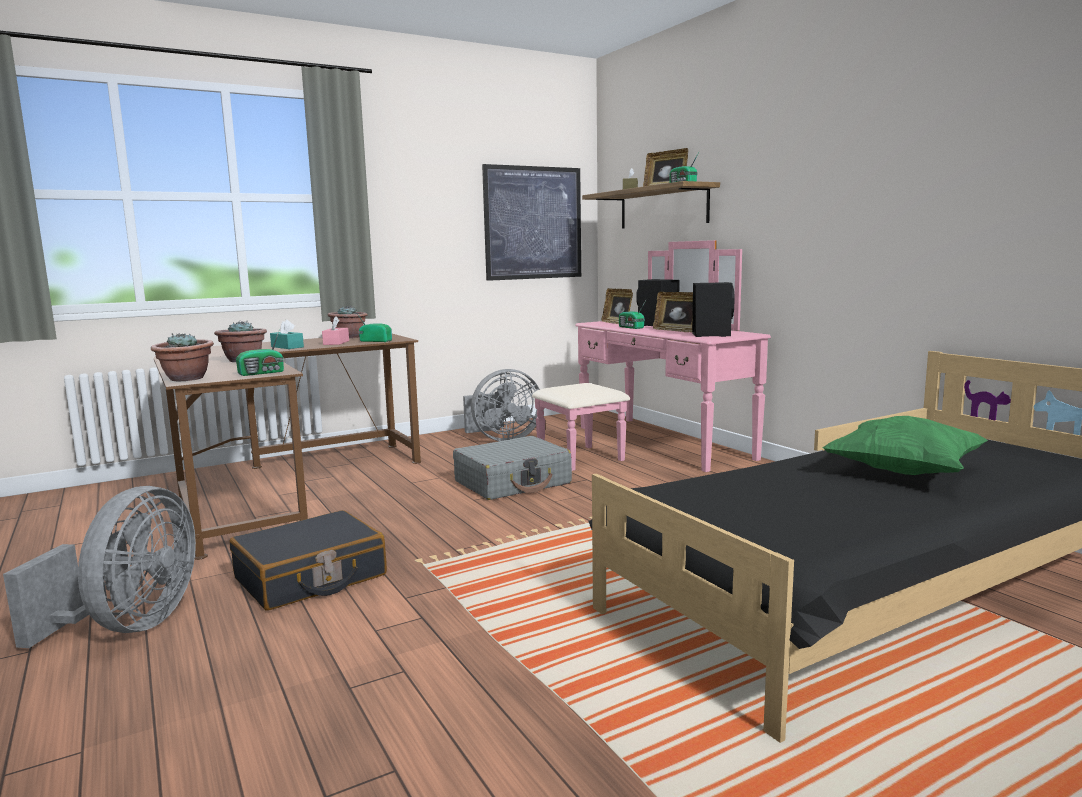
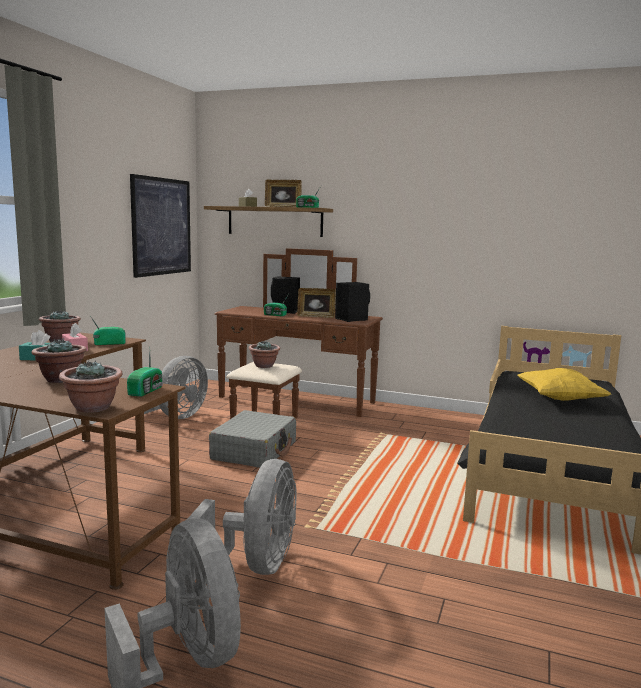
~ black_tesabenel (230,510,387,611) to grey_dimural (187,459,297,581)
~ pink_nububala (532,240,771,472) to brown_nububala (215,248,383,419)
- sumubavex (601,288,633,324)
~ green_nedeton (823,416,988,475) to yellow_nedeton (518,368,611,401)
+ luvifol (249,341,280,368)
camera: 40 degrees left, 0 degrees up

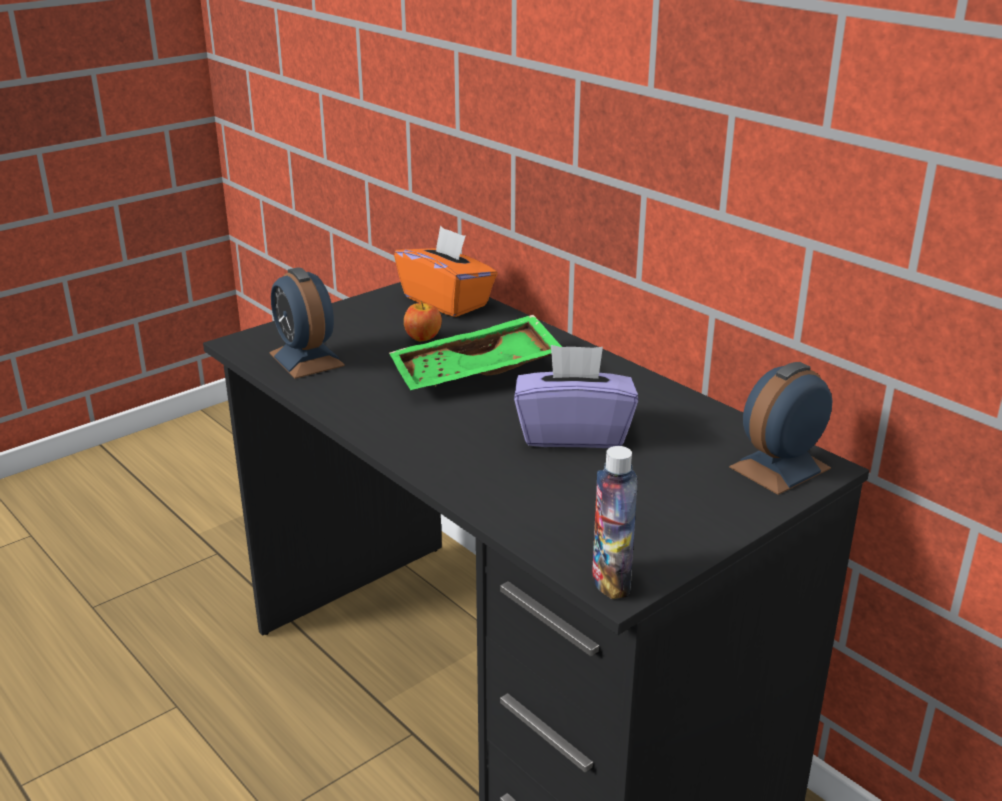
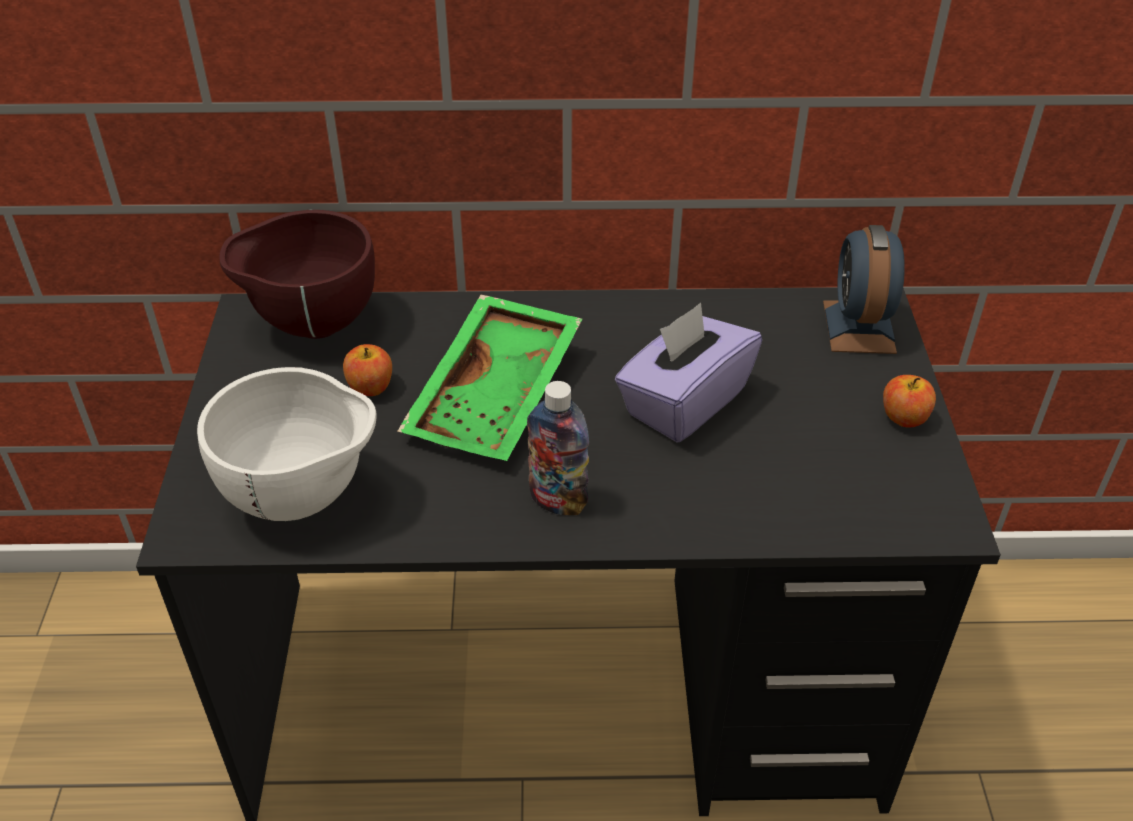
~ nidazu (269,267,345,379) to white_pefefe (197,367,377,521)
~ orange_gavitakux (394,226,497,317) to brown_pefefe (219,210,375,339)
~ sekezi (592,446,638,599) to (527,381,589,515)
+ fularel (883,375,936,428)
camera: 50 degrees left, 15 degrees up

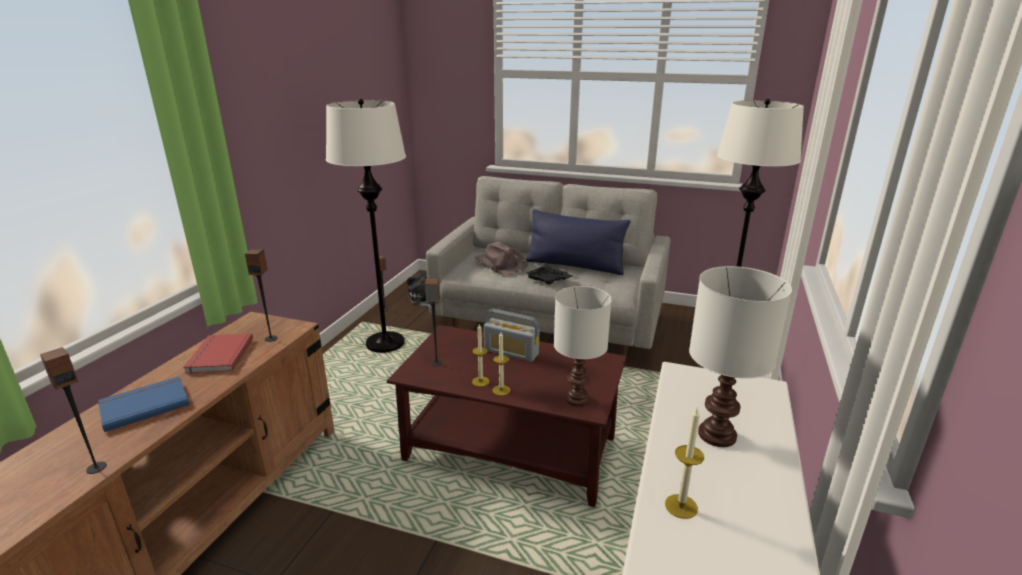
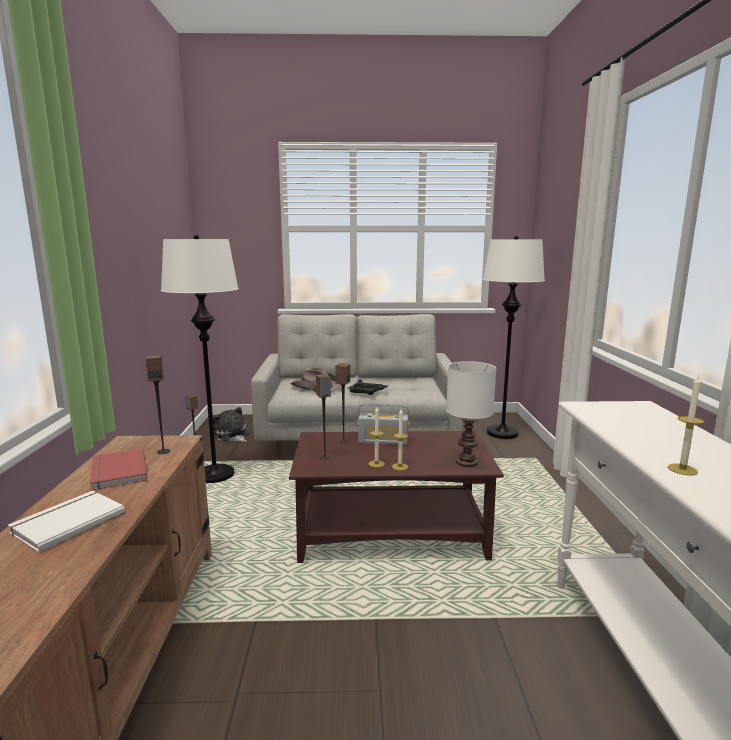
~ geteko (40,347,107,474) to (335,363,350,443)
~ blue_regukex (98,376,189,432) to white_regukex (8,491,125,553)
- blue_nedeton (526,209,631,275)
- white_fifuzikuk (689,266,792,447)
camera: 20 degrees left, 10 degrees down

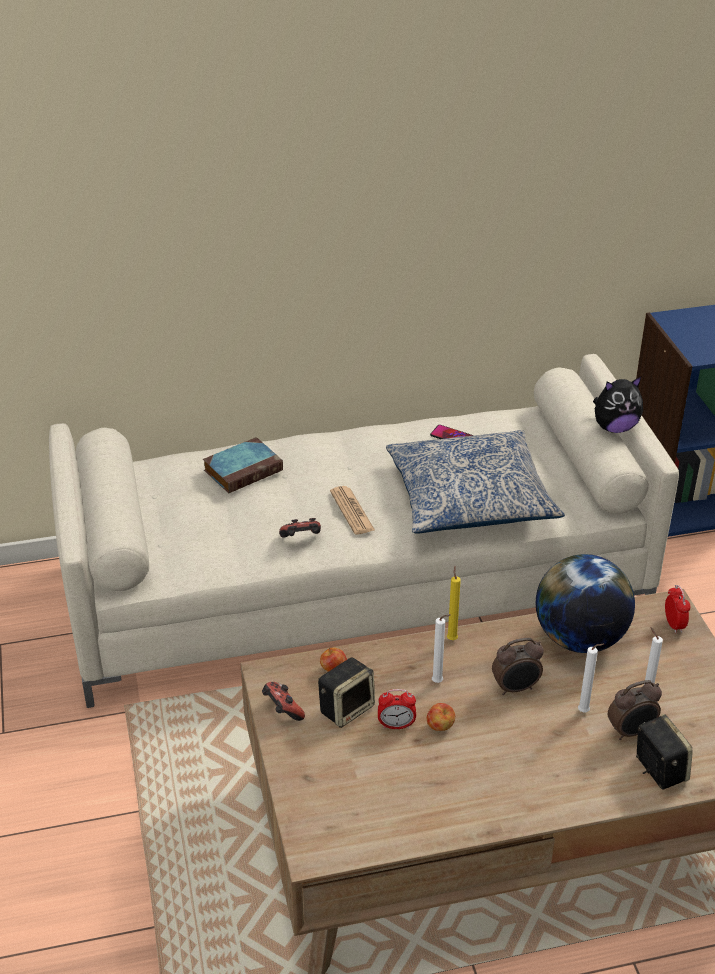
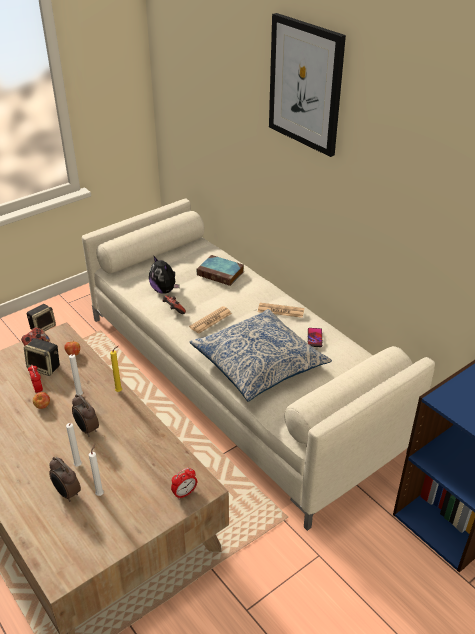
- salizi (536,554,635,653)
~ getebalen (593,377,643,433) to (149,255,180,294)
~ geteko (636,714,693,789) to (27,304,56,332)
+ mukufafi (258,303,304,318)
+ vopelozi (269,13,346,157)
camera: 65 degrees right, 0 degrees up

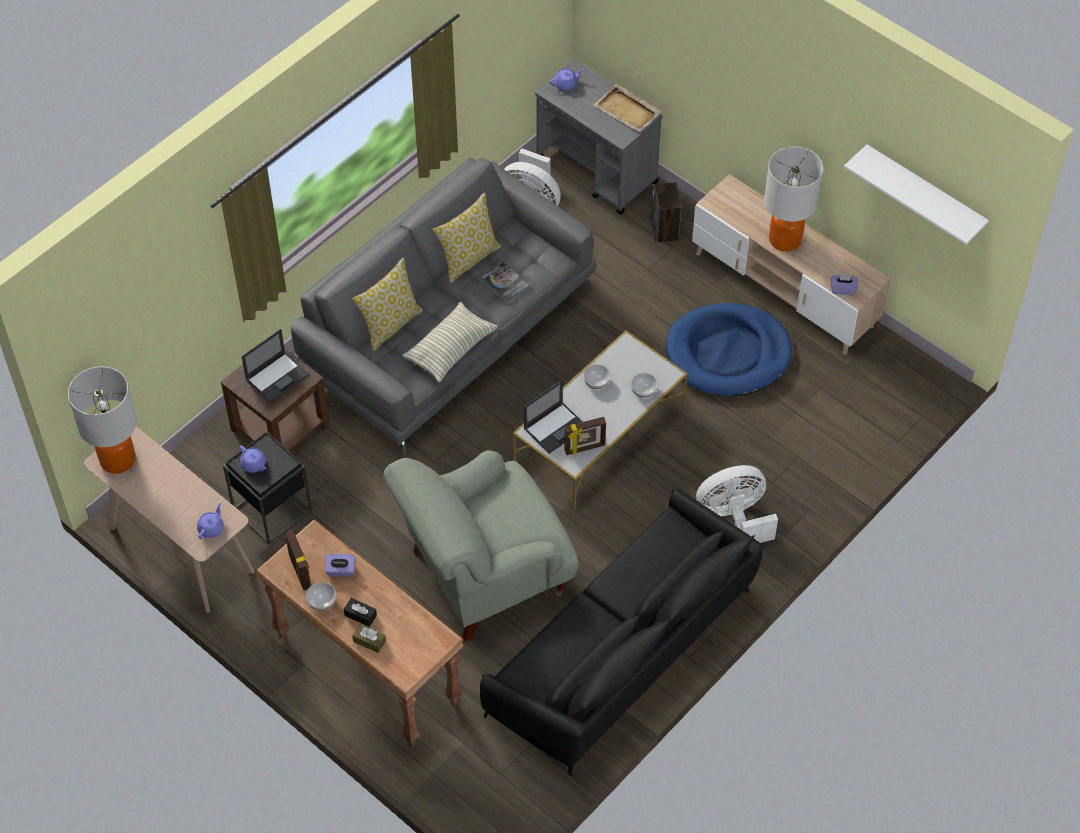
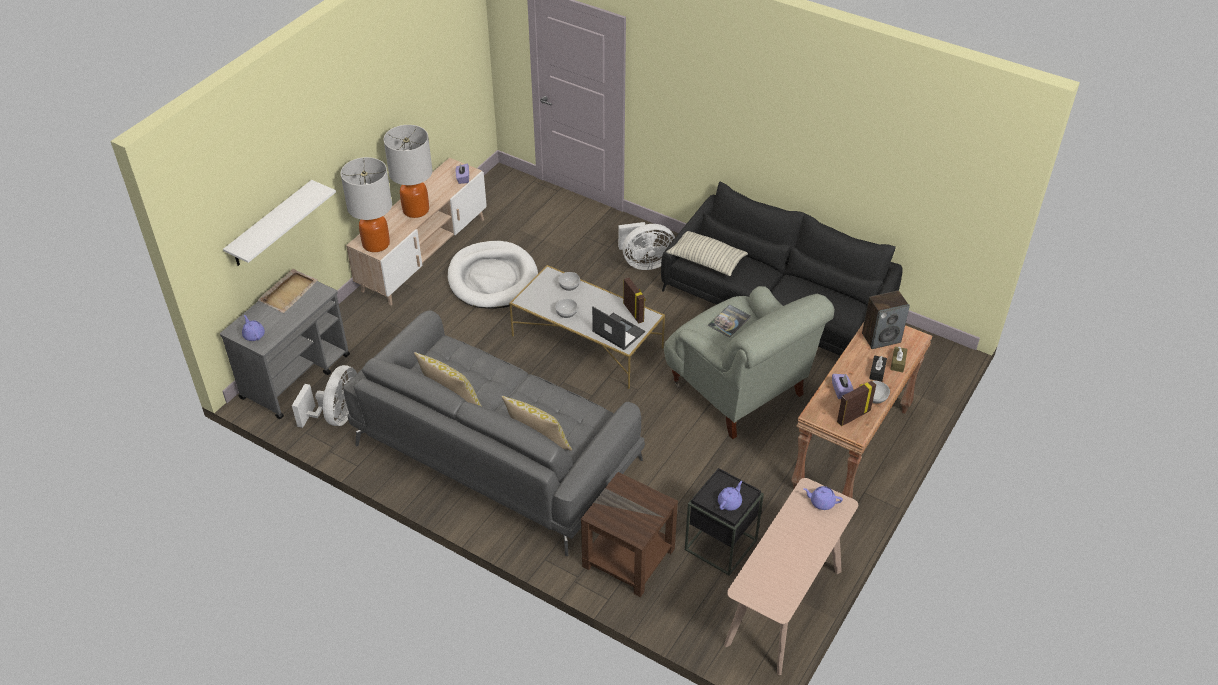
~ fifuzikuk (68,367,137,474) to (340,157,392,252)
- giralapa (241,329,309,403)
~ nedeton (402,302,497,383) to (666,231,748,276)
~ regukex (481,262,531,302) to (708,304,751,337)
~ geteko (651,182,682,243) to (862,290,910,349)
~ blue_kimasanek (666,303,792,396) to white_kimasanek (448,241,538,308)
~ white_dimural (696,465,778,543) = (618,222,675,270) 75 degrees counterclockwise
~ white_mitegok (844,144,989,245) to (223,180,336,266)
camera: 100 degrees left, 10 degrees down

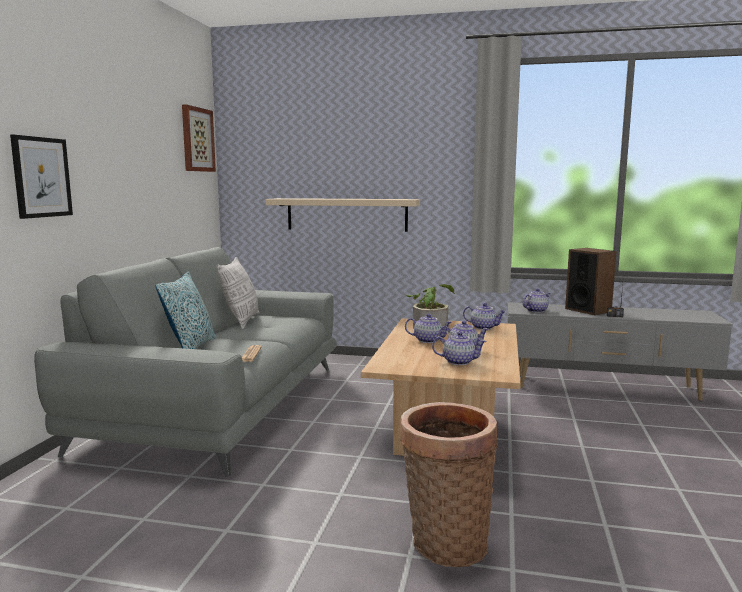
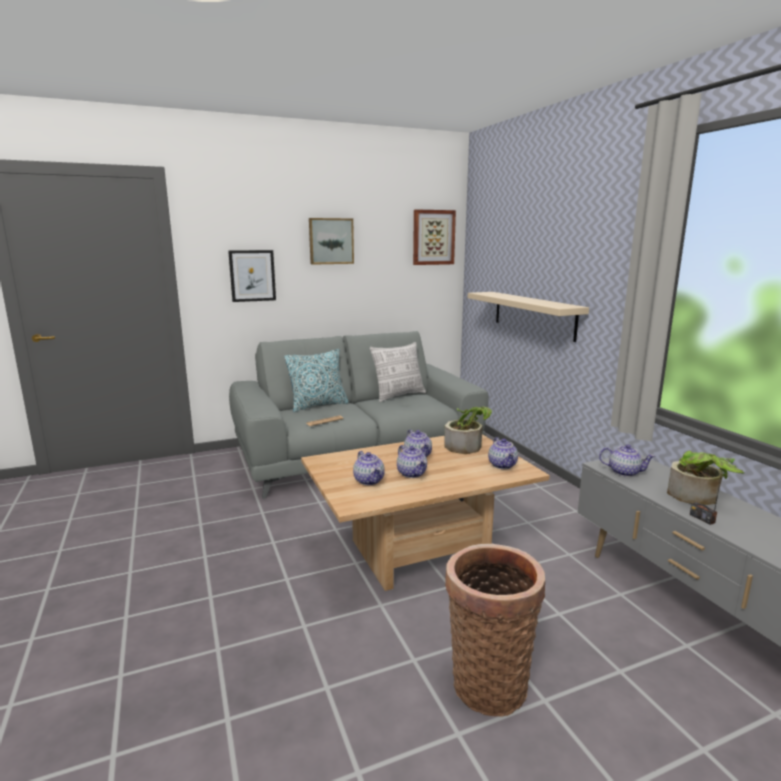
~ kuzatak (400,402,498,567) to (445,544,545,717)
~ geteko (565,248,617,315) to luvifol (667,451,745,505)
+ vopelozi (309,218,354,265)
camera: 55 degrees right, 5 degrees up

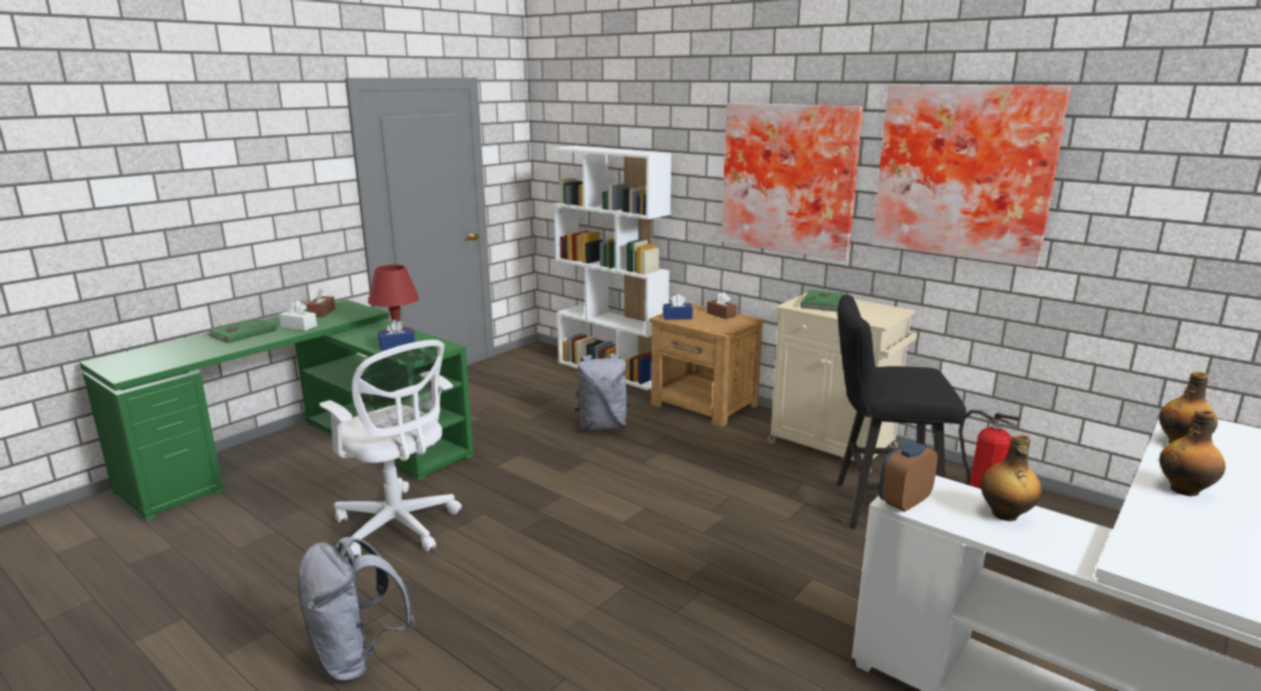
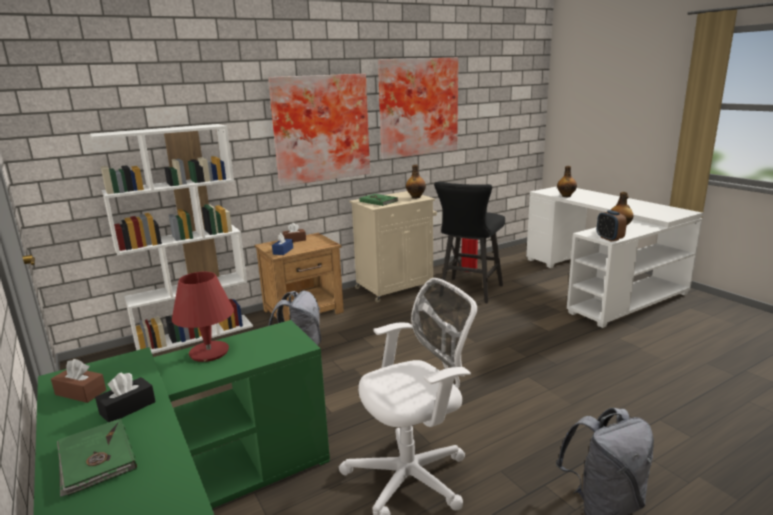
~ white_gavitakux (279,300,317,331) to black_gavitakux (95,373,156,422)
- blue_gavitakux (378,320,415,351)
~ sekezi (1160,409,1225,496) to (406,165,426,198)
camera: 70 degrees left, 0 degrees up

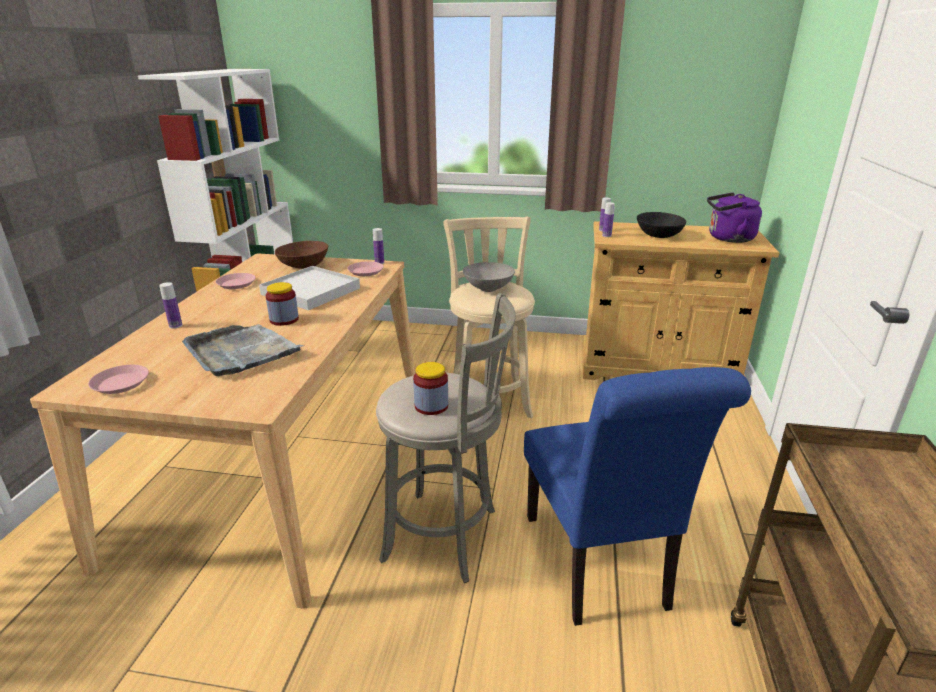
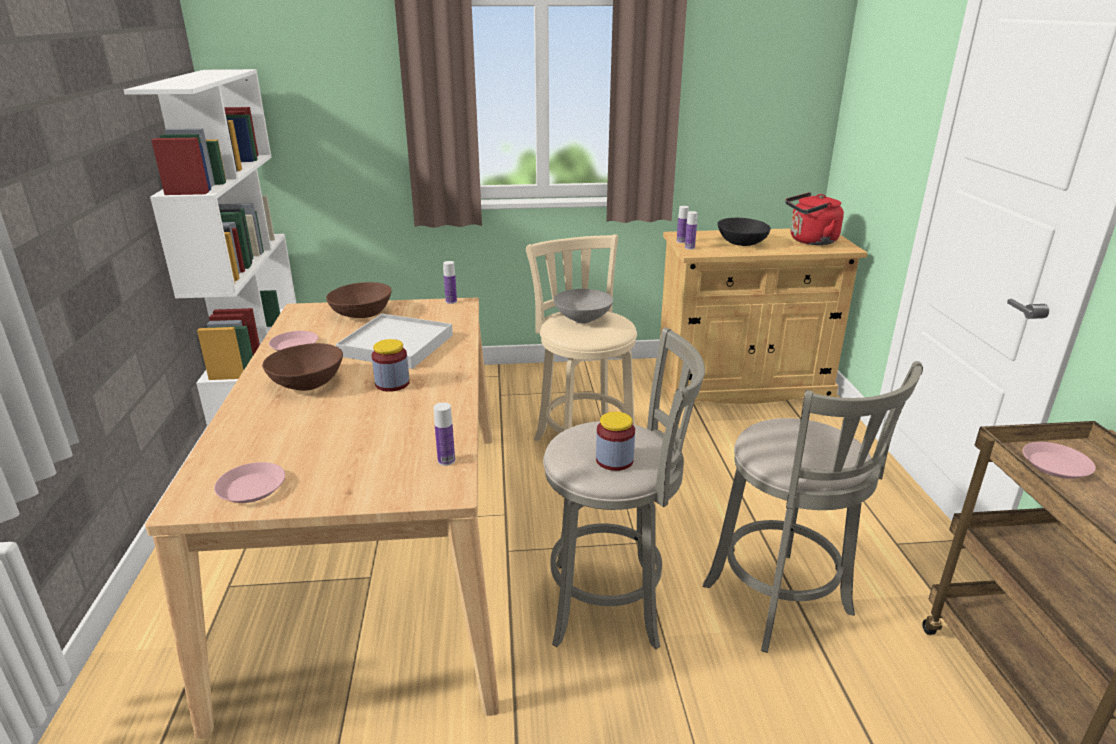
~ sekezi (159,282,182,329) to (434,402,455,466)
- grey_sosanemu (182,324,303,376)
~ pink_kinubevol (347,261,384,276) to (1023,442,1096,479)
~ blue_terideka (524,367,751,626) to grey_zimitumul (703,361,923,653)
~ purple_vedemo (707,192,762,243) to red_vedemo (785,192,844,245)
+ brown_pefefe (262,343,343,391)
camera: 15 degrees left, 0 degrees up

